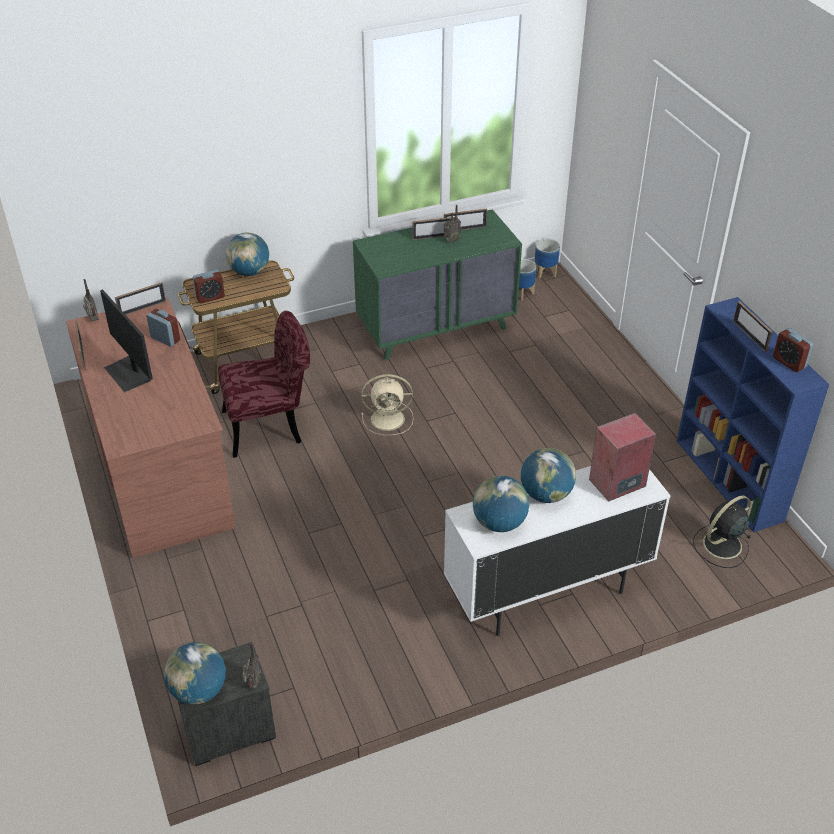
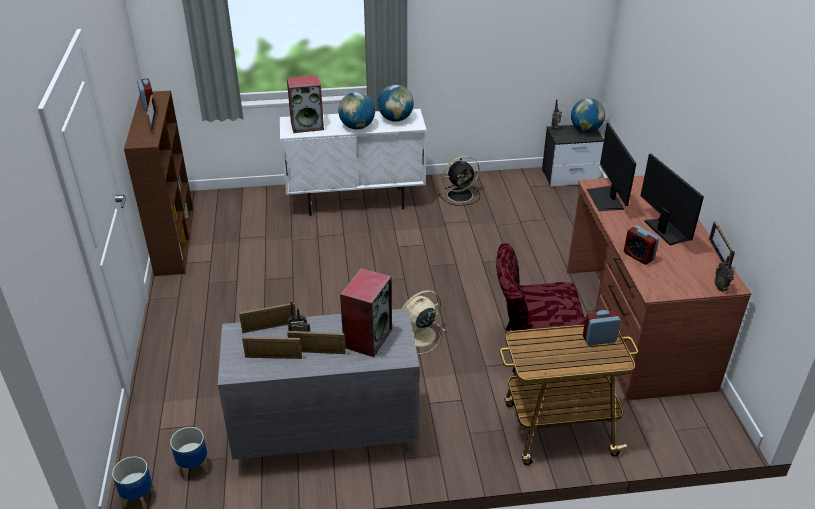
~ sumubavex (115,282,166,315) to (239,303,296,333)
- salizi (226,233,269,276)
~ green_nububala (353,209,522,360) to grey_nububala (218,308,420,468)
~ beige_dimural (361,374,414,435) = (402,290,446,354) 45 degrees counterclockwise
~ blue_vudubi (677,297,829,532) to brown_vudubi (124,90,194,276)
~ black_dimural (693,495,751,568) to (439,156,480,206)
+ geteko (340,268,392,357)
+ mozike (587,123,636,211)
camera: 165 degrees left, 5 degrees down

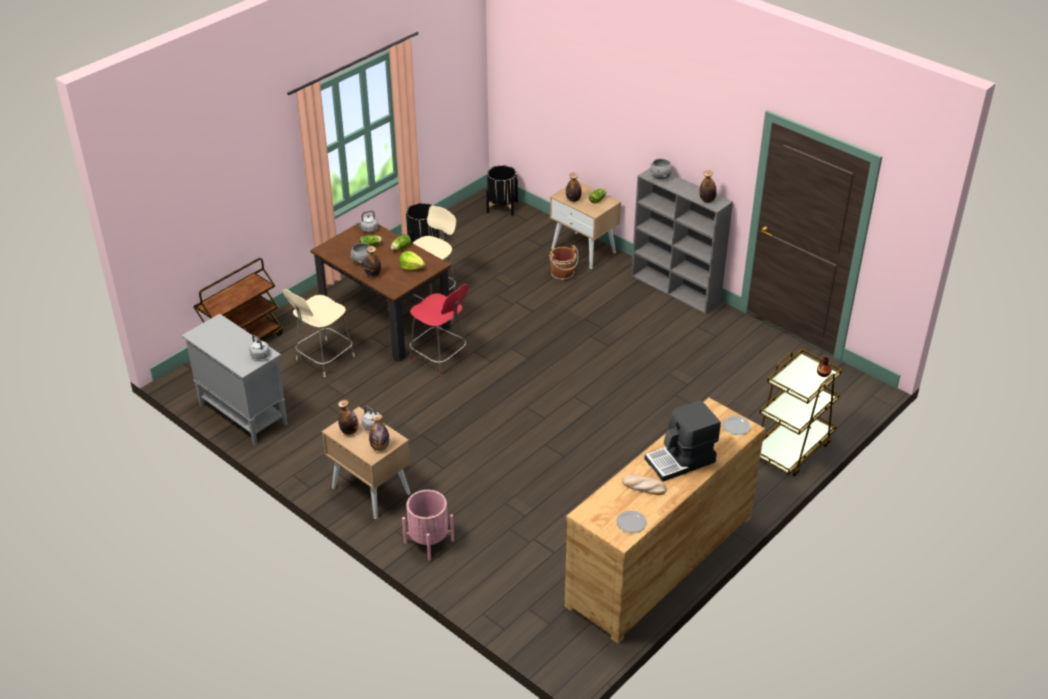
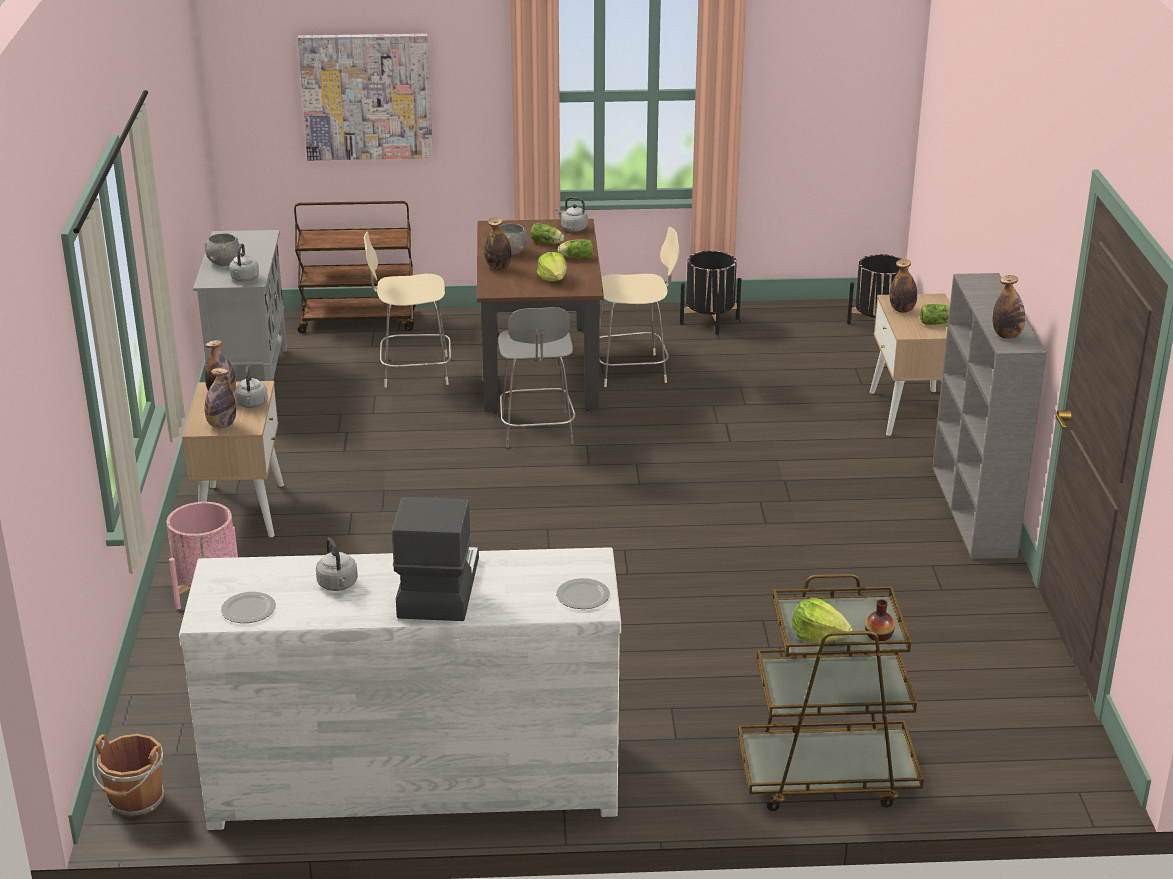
~ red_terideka (409,284,468,376) to grey_terideka (498,307,576,448)
~ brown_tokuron (549,245,578,281) to (92,734,164,817)
~ brown_nububala (565,398,765,644) to white_nububala (179,547,621,830)
~ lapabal (622,474,666,495) to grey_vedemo (316,538,358,591)
~ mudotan (644,400,721,482) = (392,497,479,621) 75 degrees clockwise
~ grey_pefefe (650,159,672,180) to (205,233,240,266)
+ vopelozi (298,34,433,160)
+ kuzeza (792,598,853,643)
camera: 45 degrees right, 10 degrees down

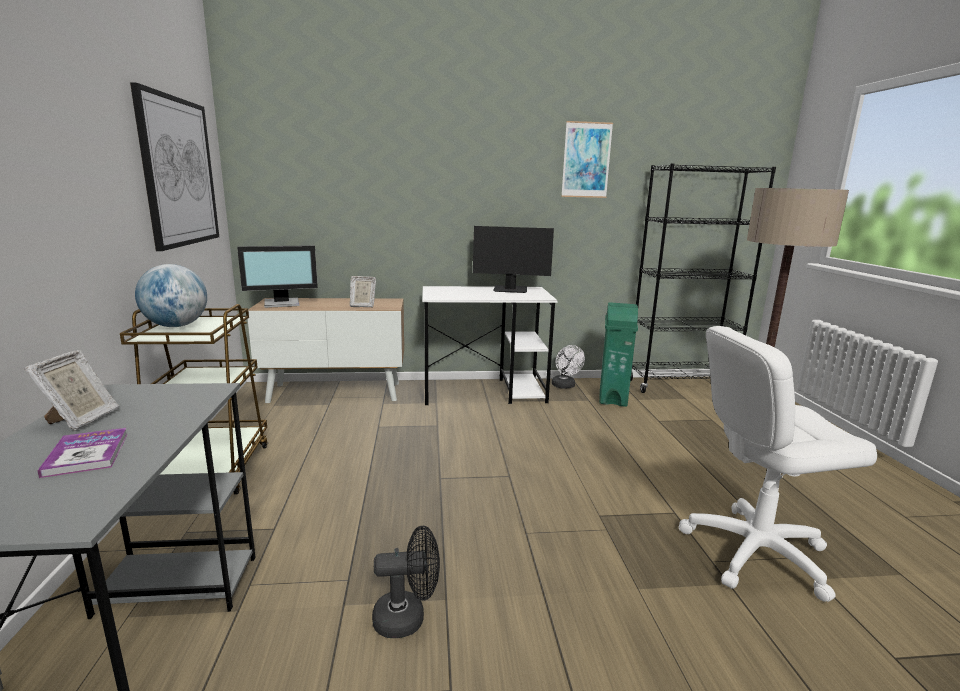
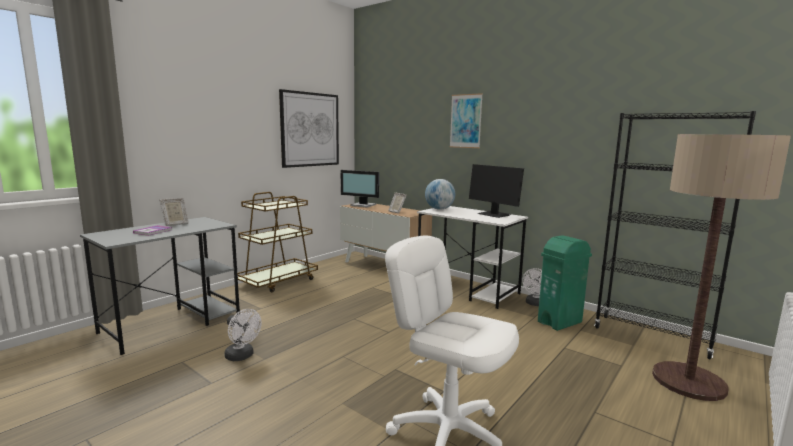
~ salizi (135,264,207,327) to (425,179,455,210)
~ black_dimural (372,525,440,638) to white_dimural (224,309,262,361)
~ vopelozi (561,121,613,198) to (450,93,483,148)
camera: 45 degrees right, 5 degrees down

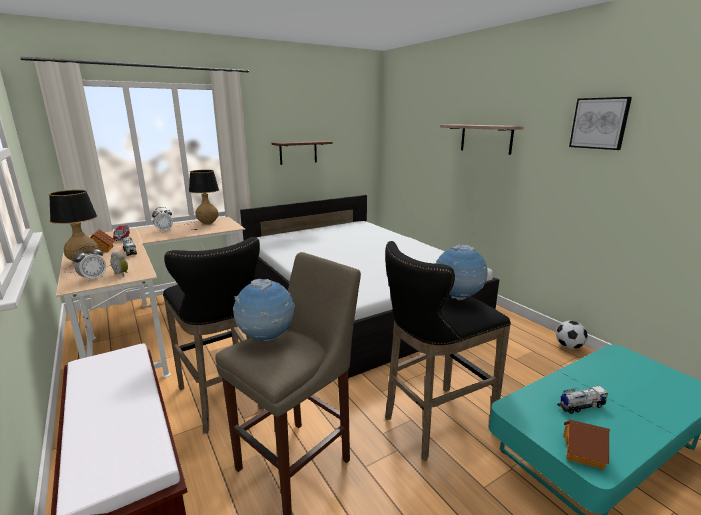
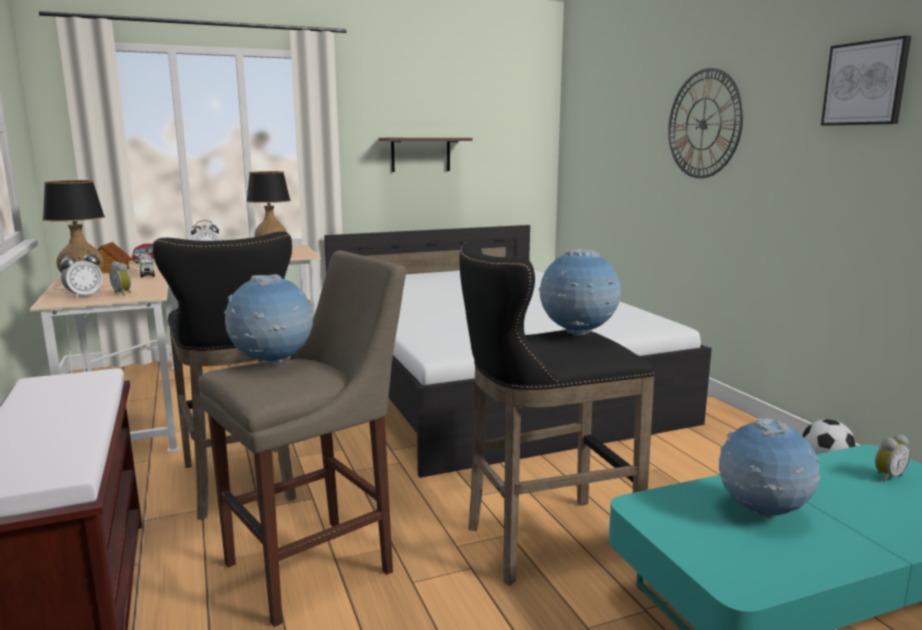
~ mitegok (440,124,524,155) to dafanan (668,68,743,178)
~ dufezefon (557,386,608,414) to salizi (719,418,820,518)
- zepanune (563,420,610,470)
+ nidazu (875,435,910,482)
camera: 10 degrees right, 5 degrees down

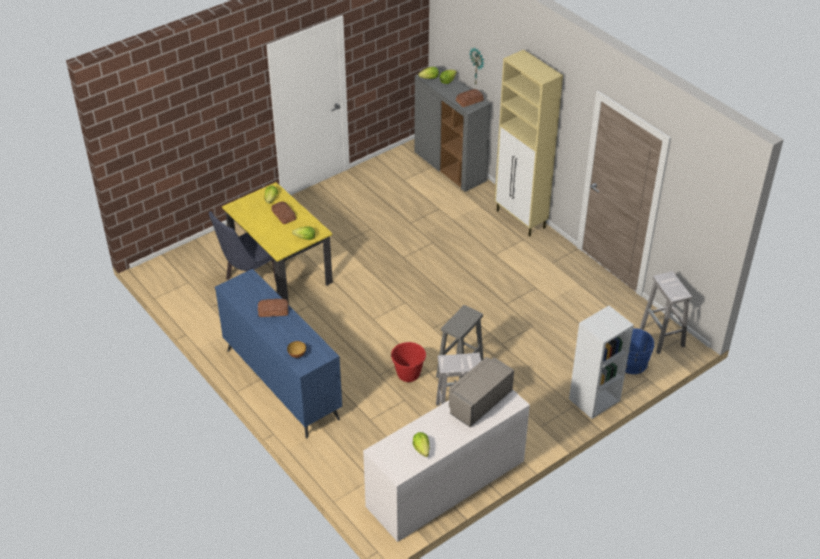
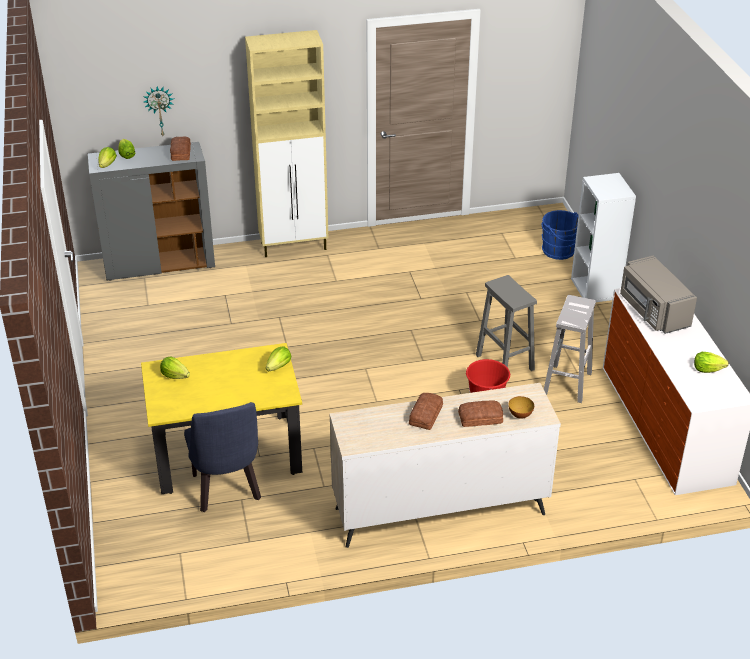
~ blue_nububala (215,269,342,439) to beige_nububala (329,383,561,548)
~ lapabal (271,201,296,224) to (458,400,503,427)
- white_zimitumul (640,271,692,354)
camera: 65 degrees left, 5 degrees down

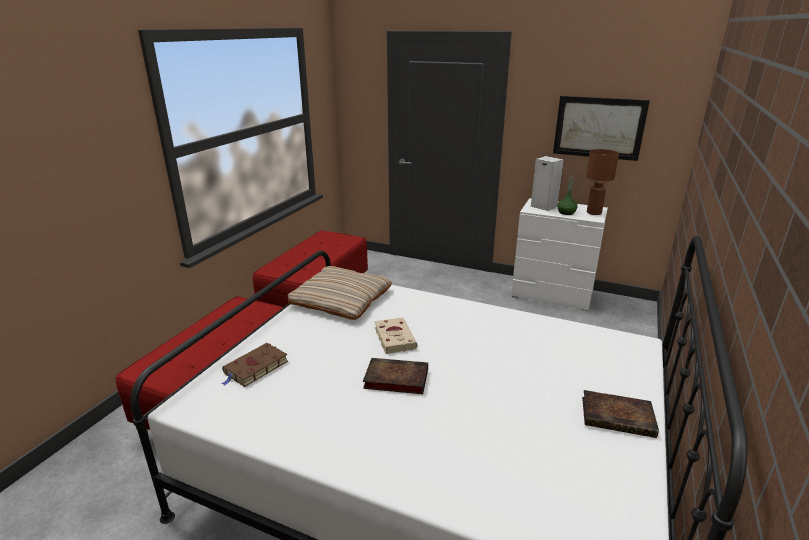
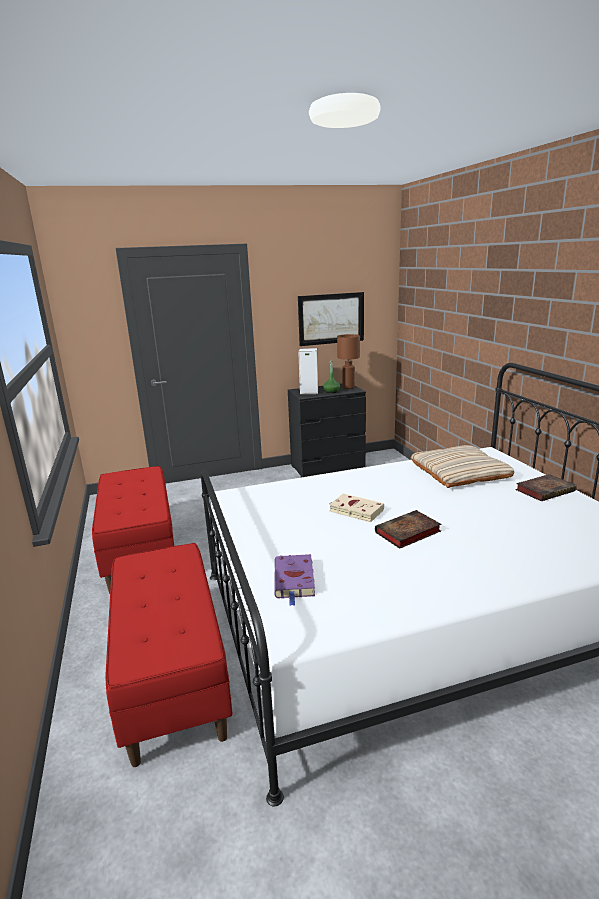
~ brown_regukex (222,343,288,387) to purple_regukex (274,554,315,606)
~ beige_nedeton (287,266,392,320) to (411,445,515,488)
~ white_nububala (511,198,608,311) to black_nububala (288,383,366,477)
camera: 40 degrees left, 5 degrees down

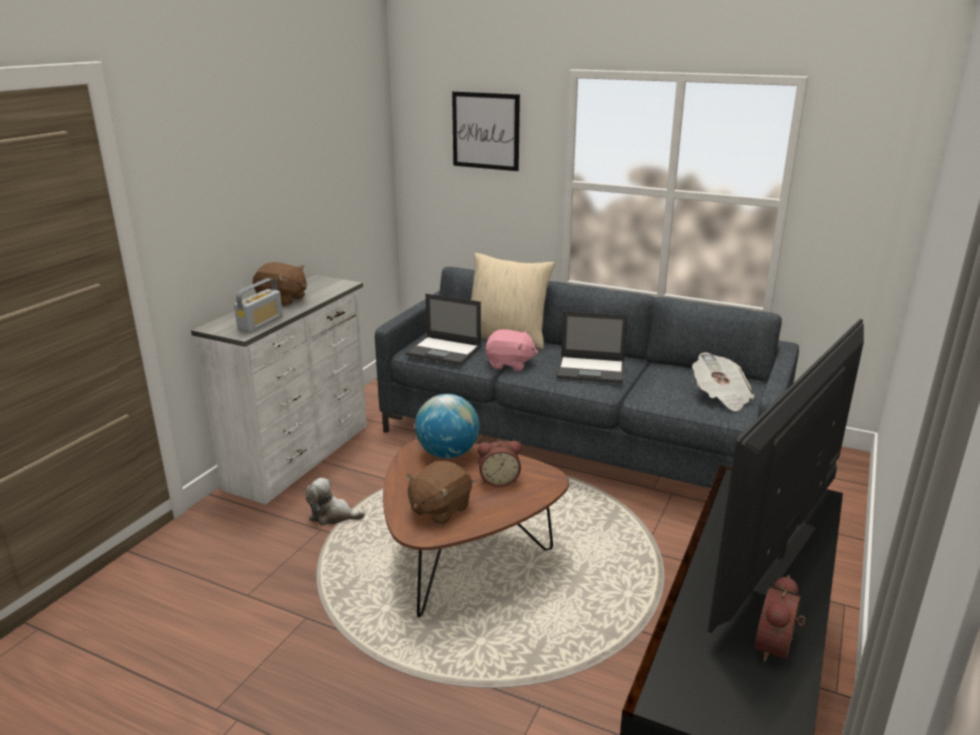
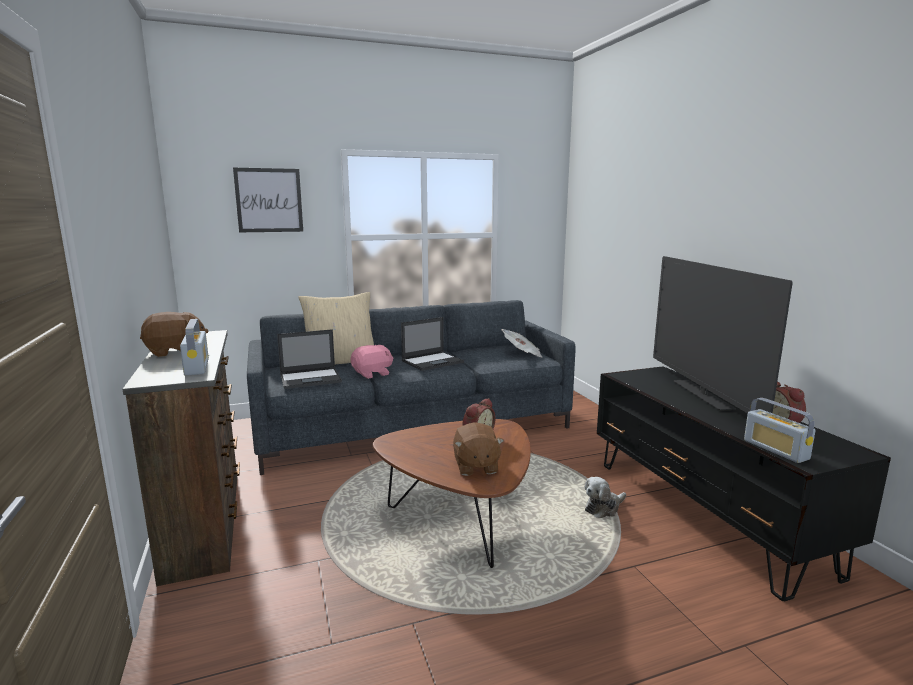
~ white_nububala (191,275,367,504) to brown_nububala (122,330,240,586)
~ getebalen (306,478,365,526) to (585,477,626,518)
- salizi (415,394,479,459)
+ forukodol (744,398,815,463)
camera: 45 degrees left, 10 degrees down

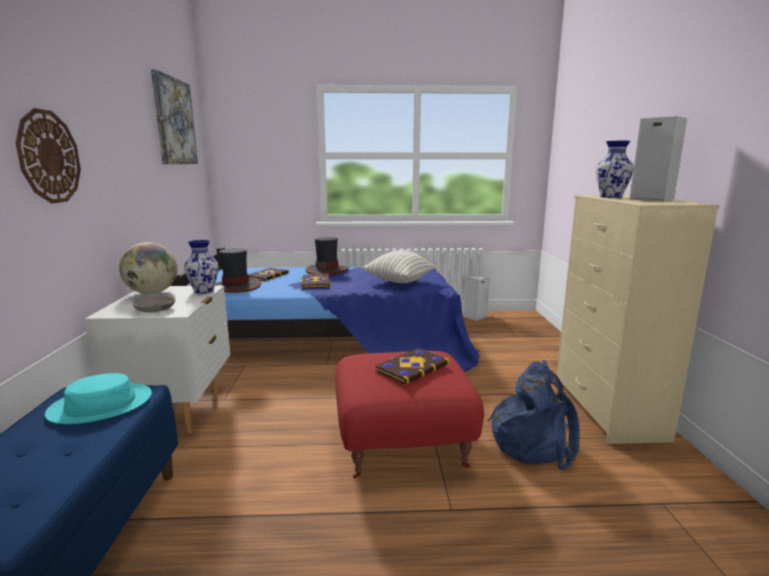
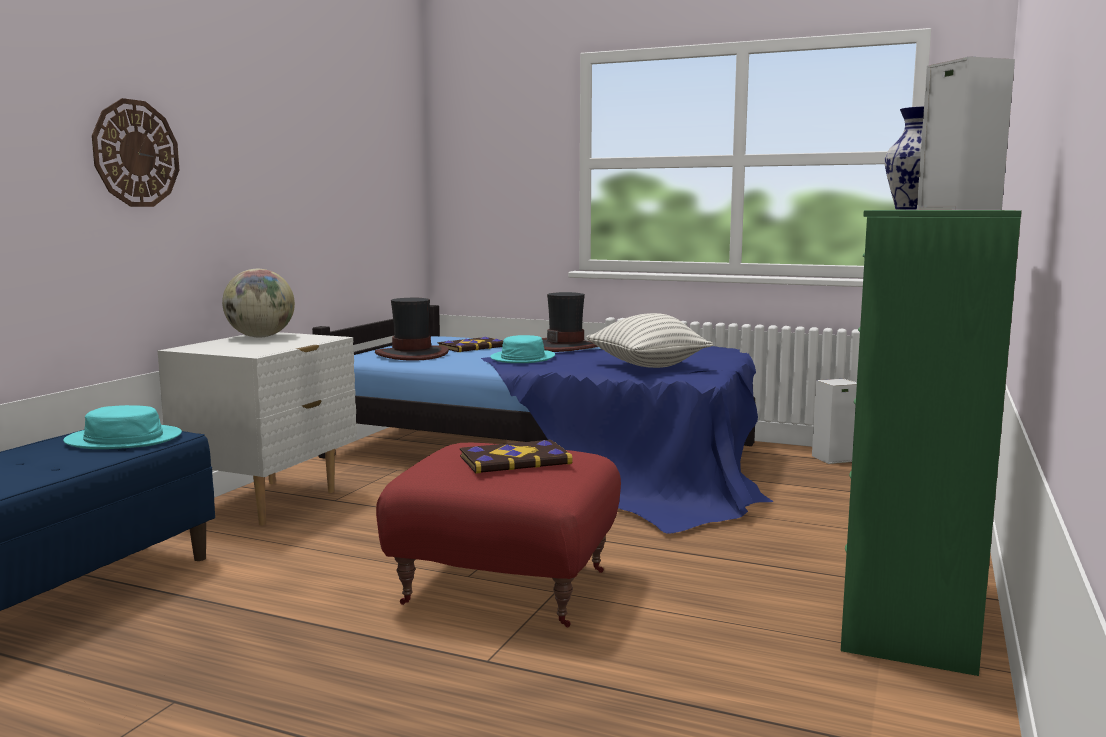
- grey_pefefe (133,296,175,312)
- vopelozi (151,69,198,164)
- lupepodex (184,240,219,294)
~ regukex (300,274,330,288) to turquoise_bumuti (490,335,555,363)
- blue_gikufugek (488,360,580,470)
~ beige_nububala (557,195,720,444) to green_nububala (841,210,1022,676)
camera: 25 degrees right, 5 degrees down

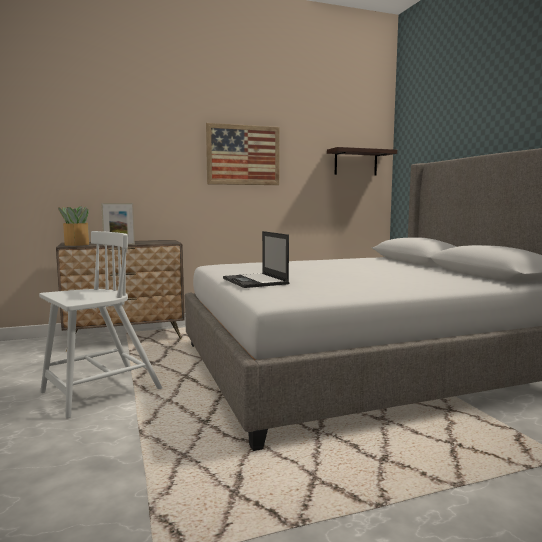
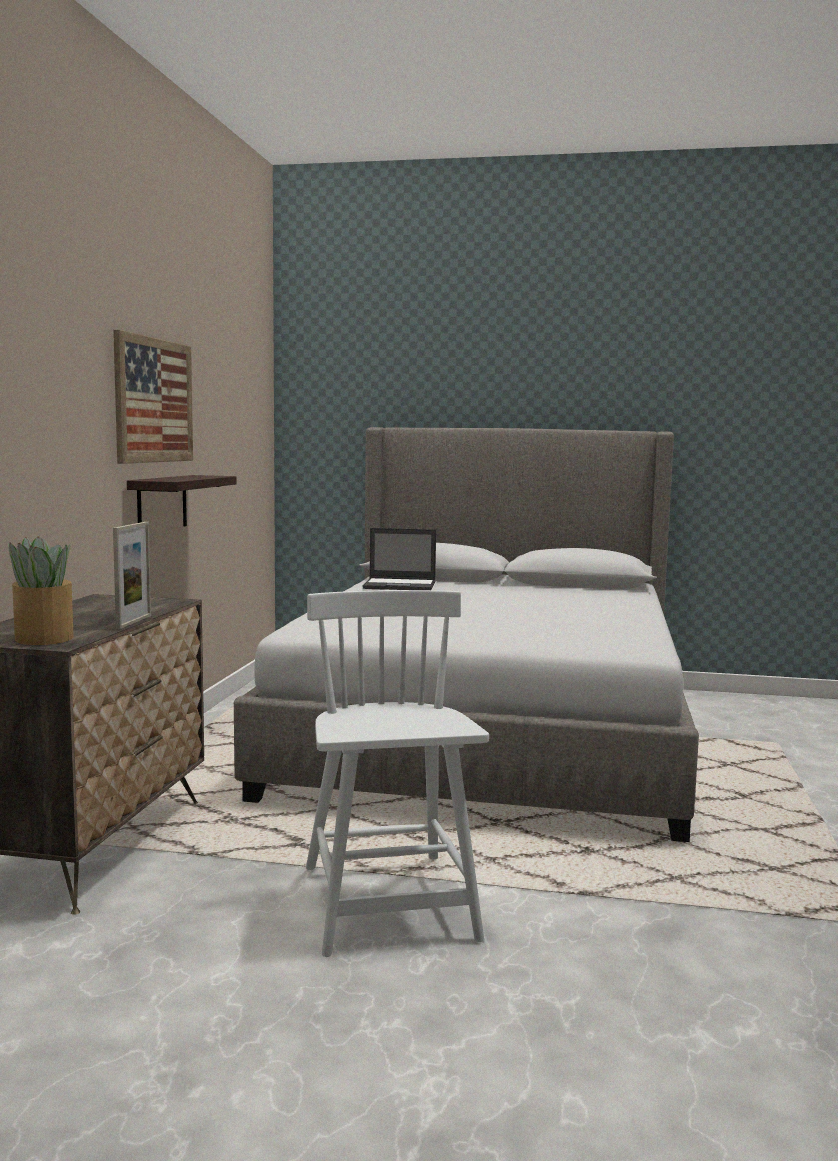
~ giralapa (223,231,289,288) to (362,528,436,590)
~ mitegok (327,147,397,176) to (127,475,237,526)
camera: 60 degrees left, 0 degrees up

